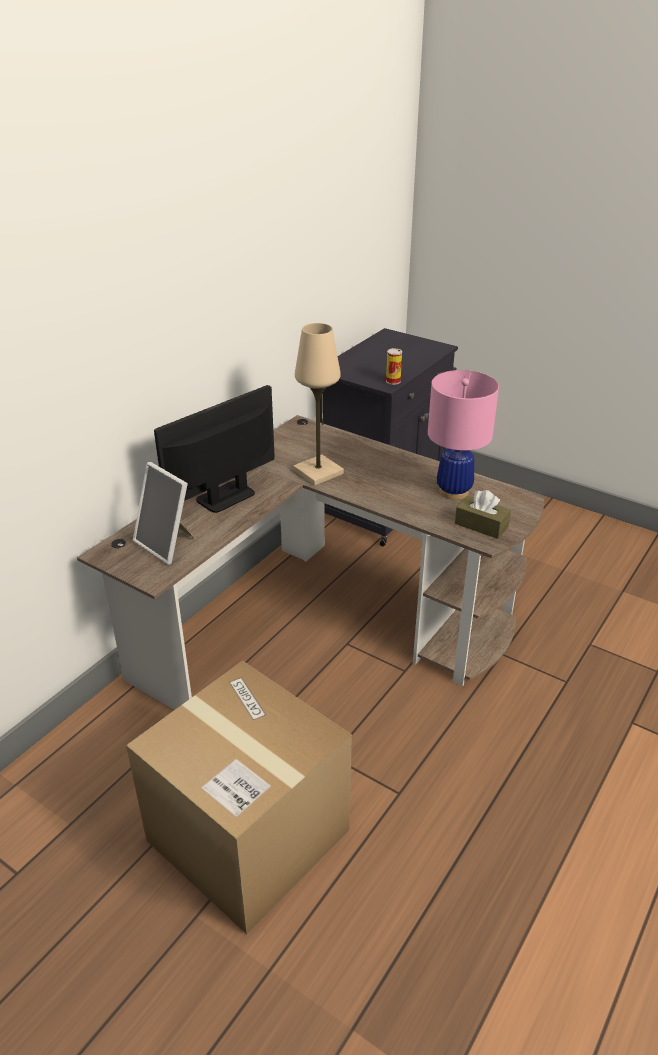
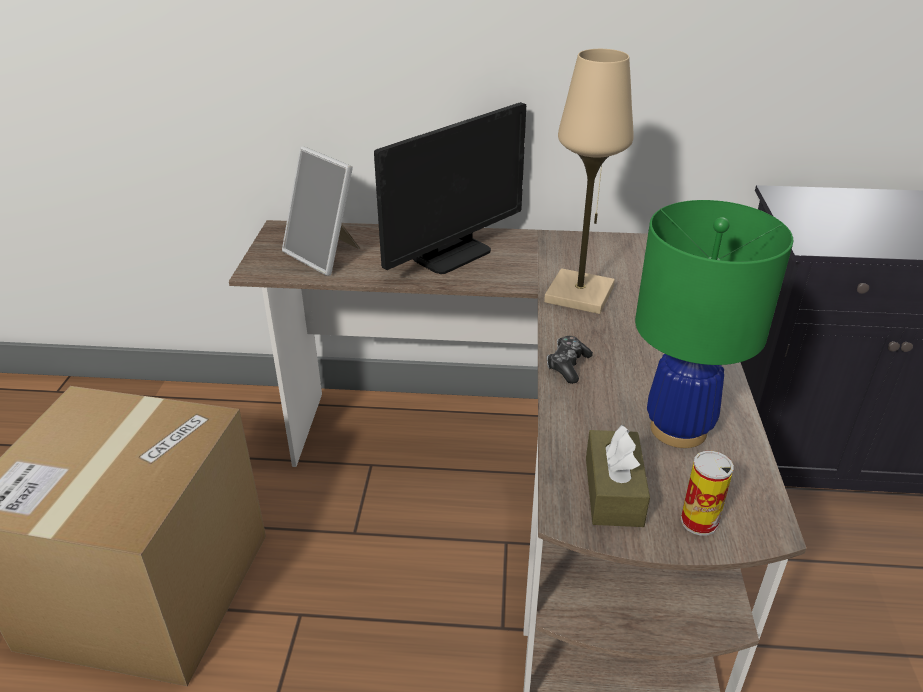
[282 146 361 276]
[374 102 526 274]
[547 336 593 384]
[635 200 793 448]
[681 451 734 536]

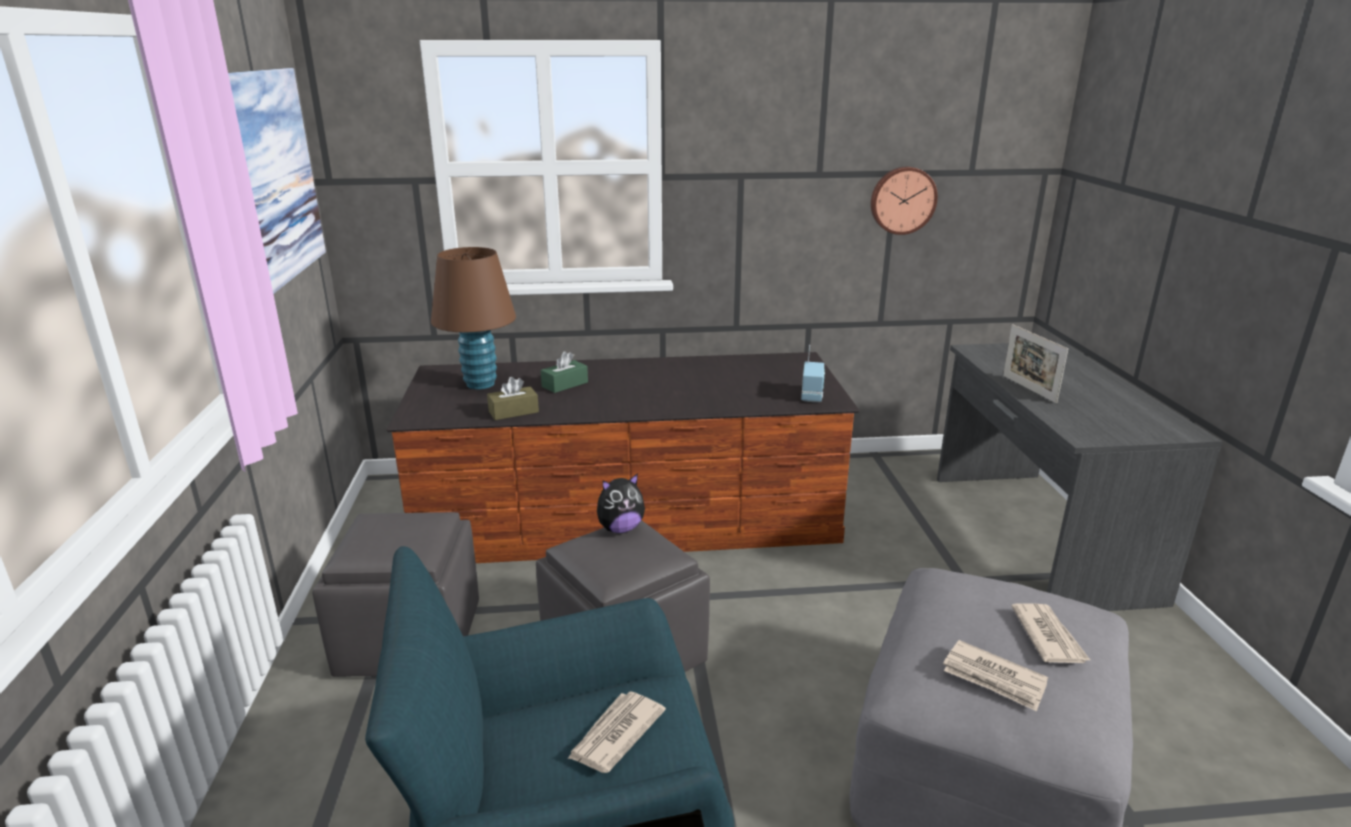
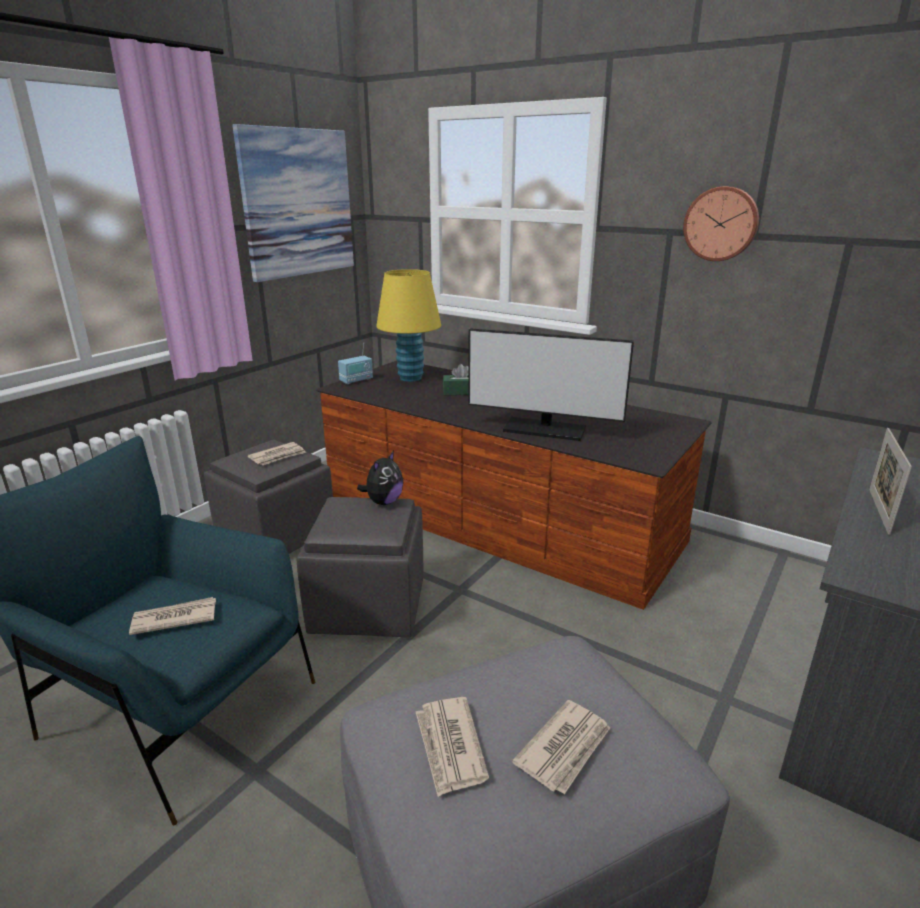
[247 442 306 465]
[338 342 373 384]
[357 451 403 505]
[376 269 441 382]
[468 328 634 441]
[683 186 759 261]
[487 377 539 420] (first image)

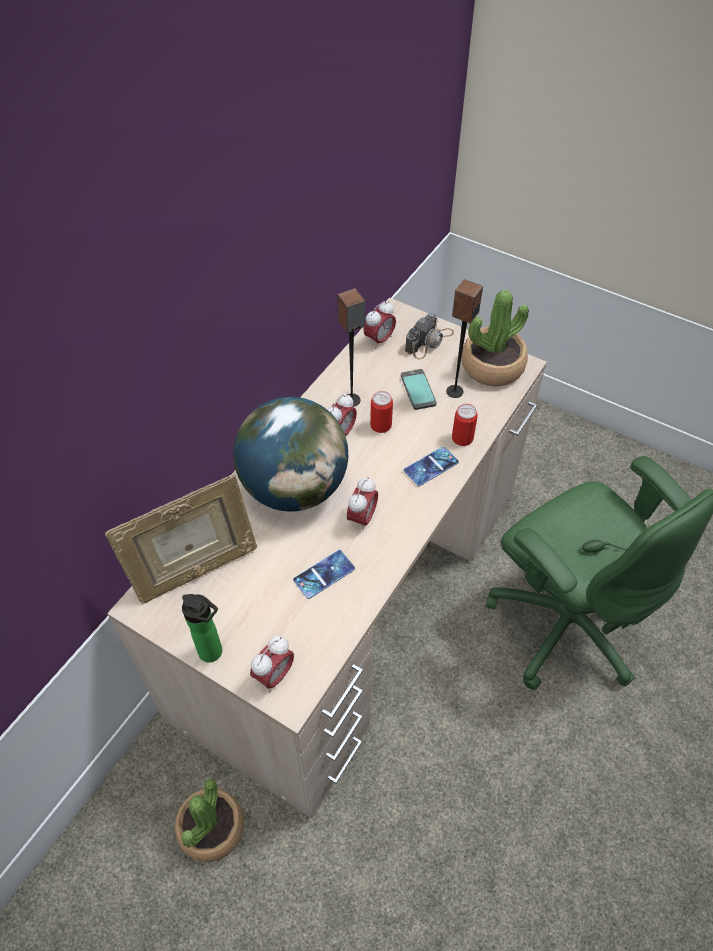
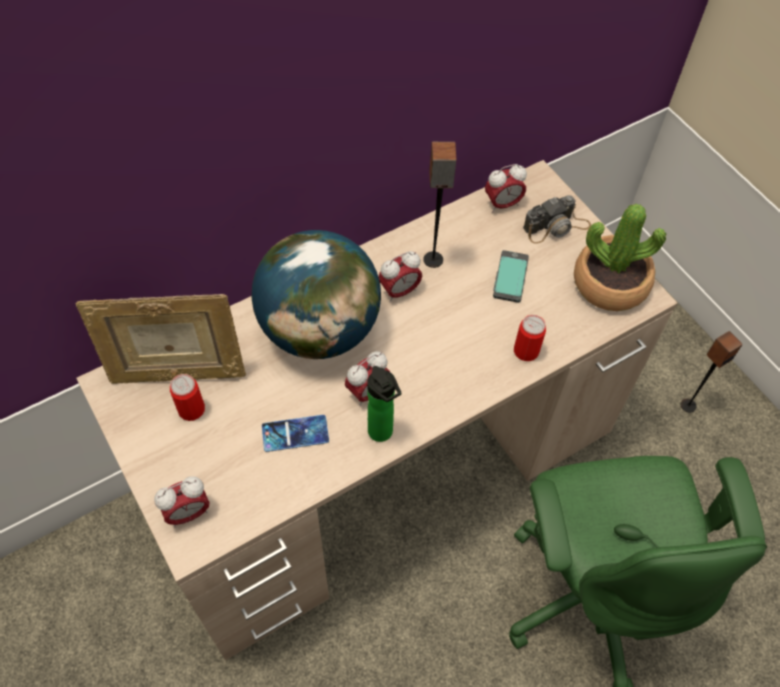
[170 374 205 421]
[367 366 401 442]
[681 331 743 413]
[175 778 244 862] (first image)
[404 446 459 486] (first image)

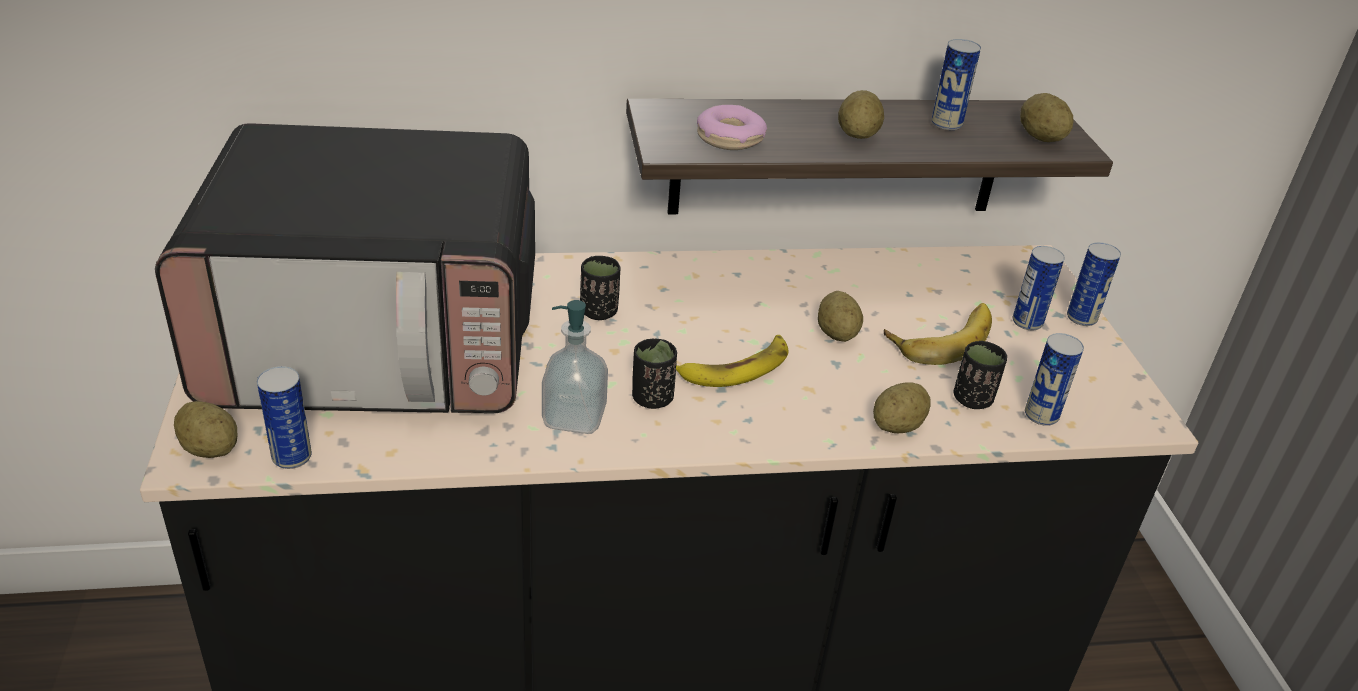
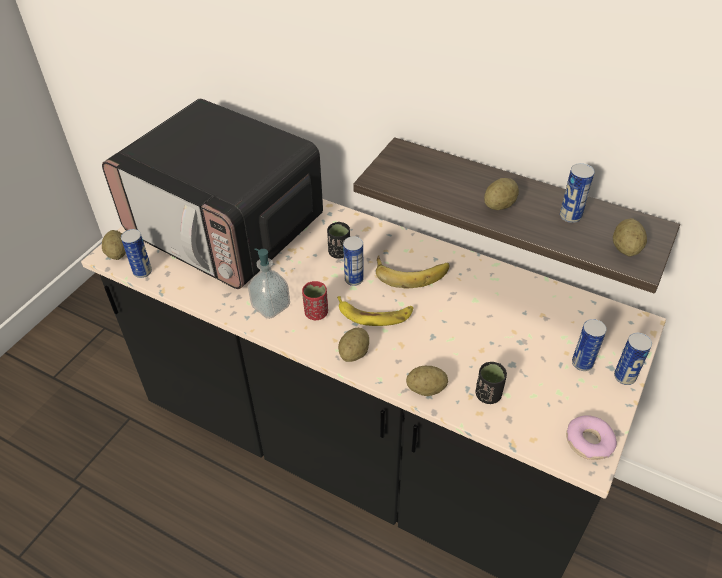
[302 281 328 320]
[338 328 369 362]
[343 236 364 286]
[376 255 449 288]
[566 415 617 460]

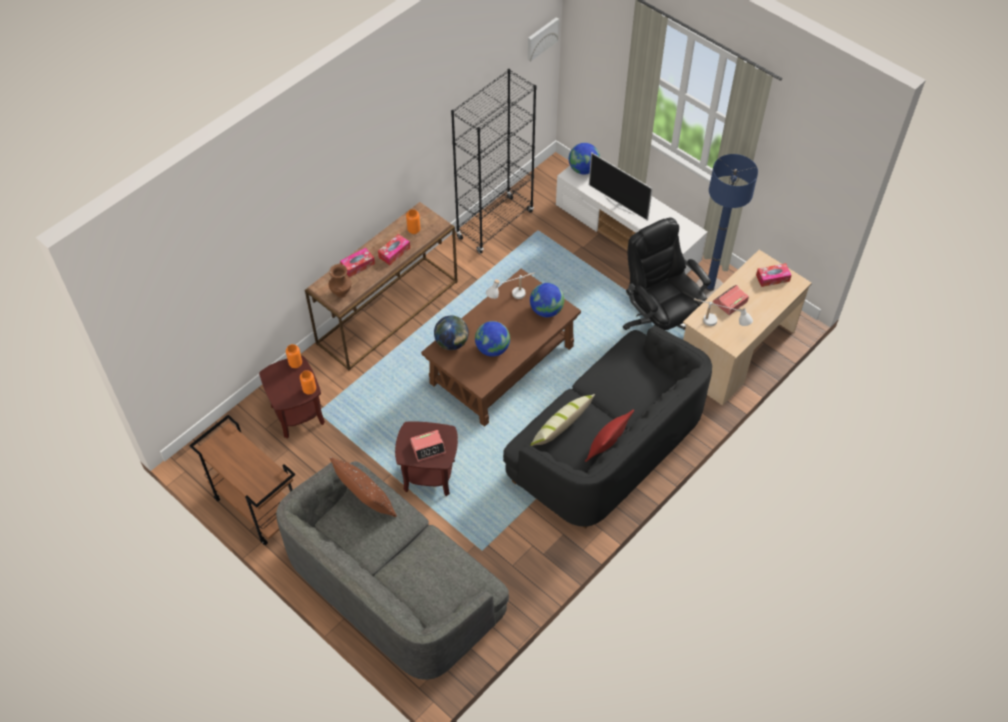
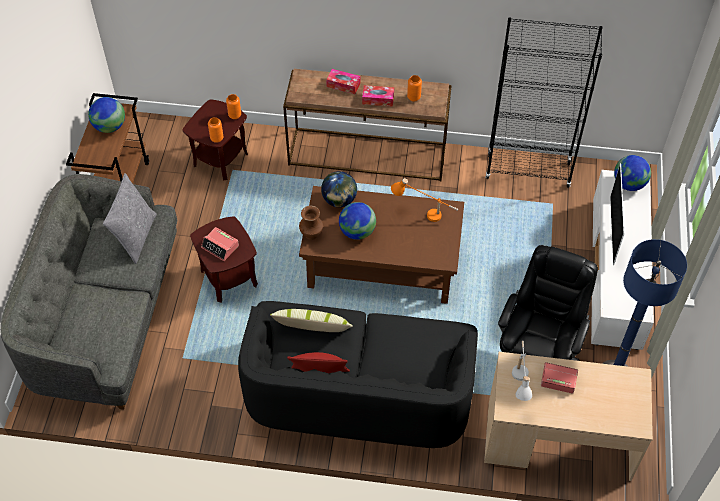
[88 97 125 133]
[103 173 157 264]
[299 206 323 240]
[391 178 458 222]
[528 17 559 62] (first image)
[756 263 792 287] (first image)

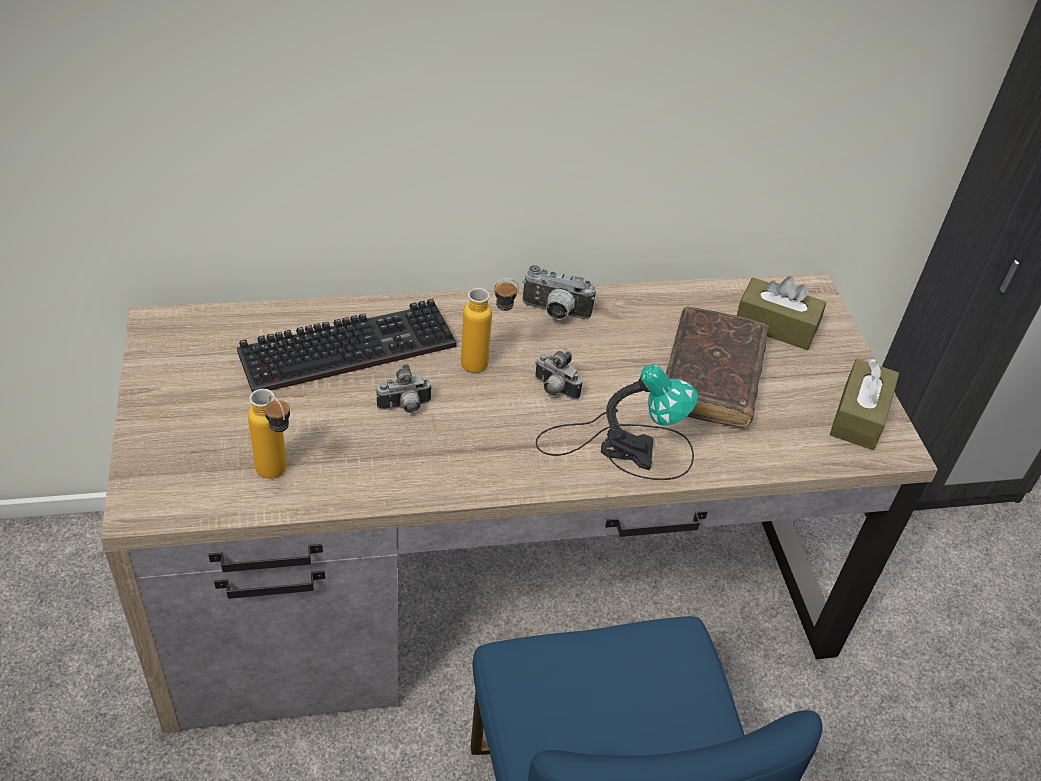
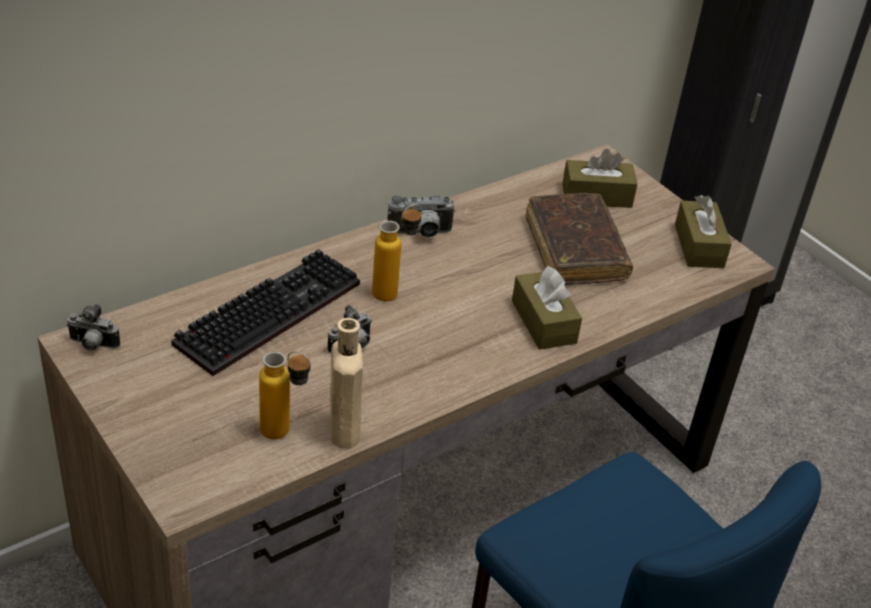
[66 304 120 351]
[330 318 363 448]
[512 266 582 350]

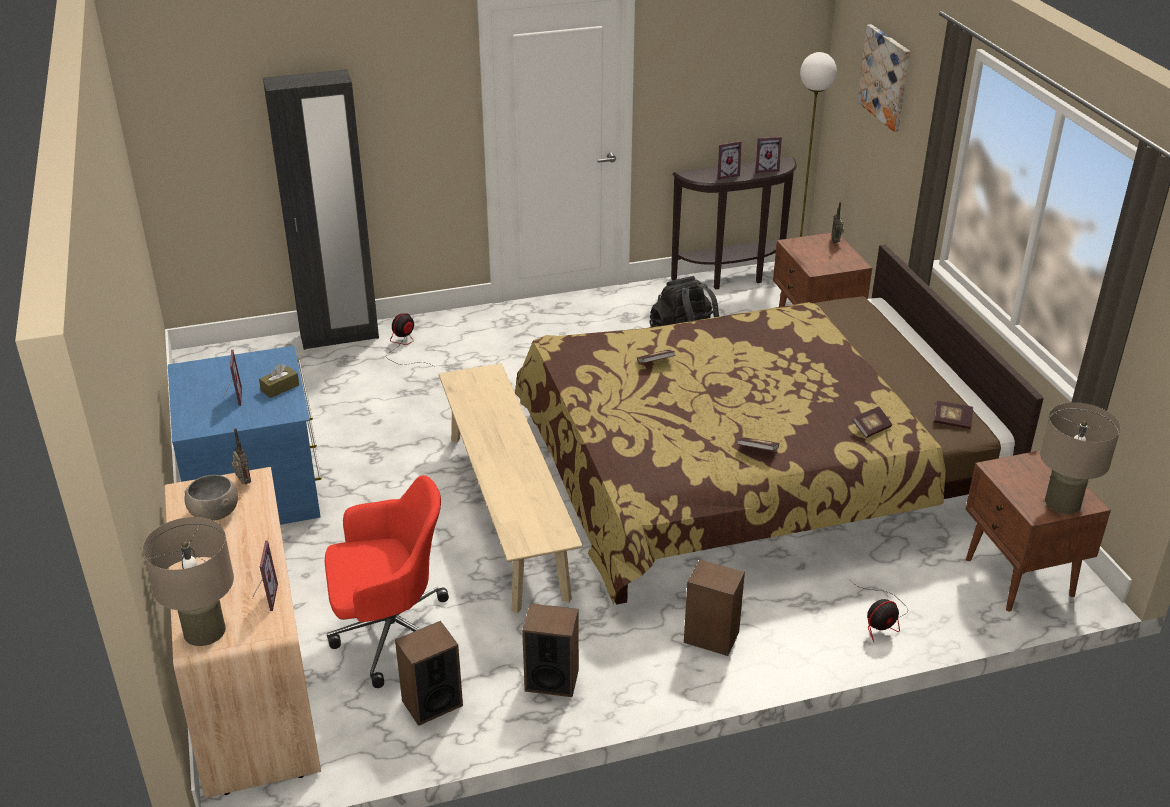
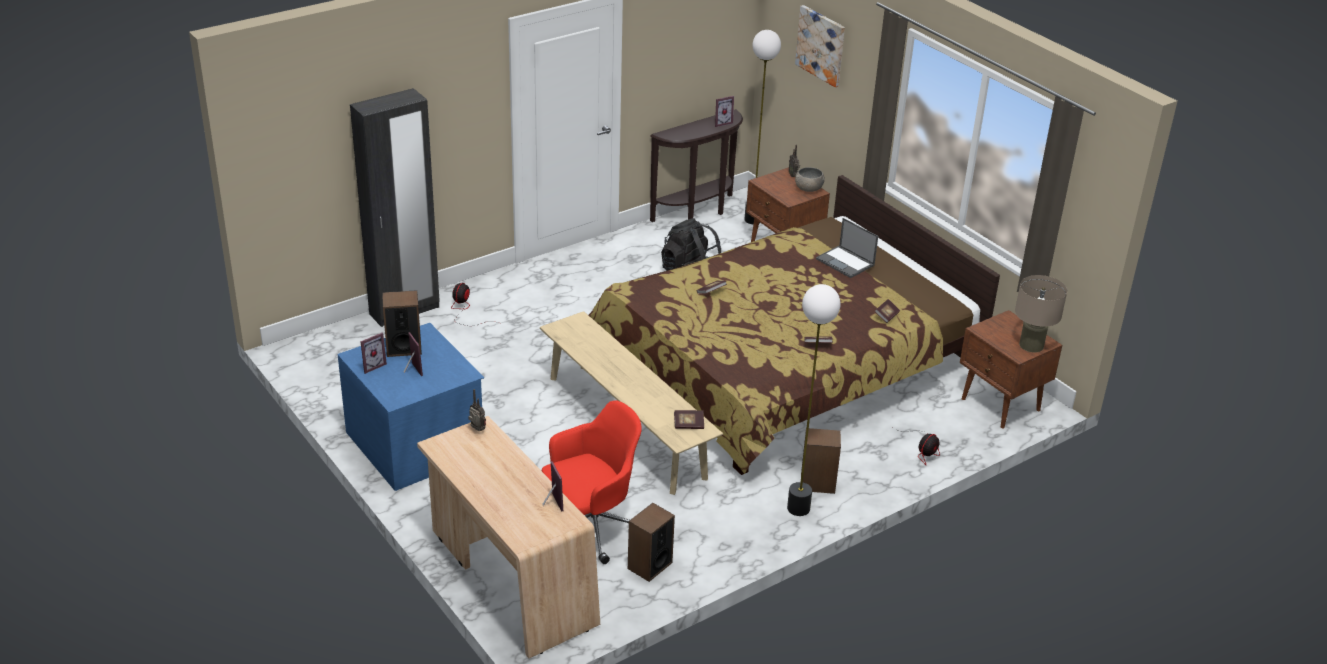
[360 333 387 374]
[382 290 422 357]
[674 410 704 429]
[787 284 840 516]
[795 167 825 192]
[816 218 878 278]
[142 517 234 646] (first image)
[259 364 299 398] (first image)

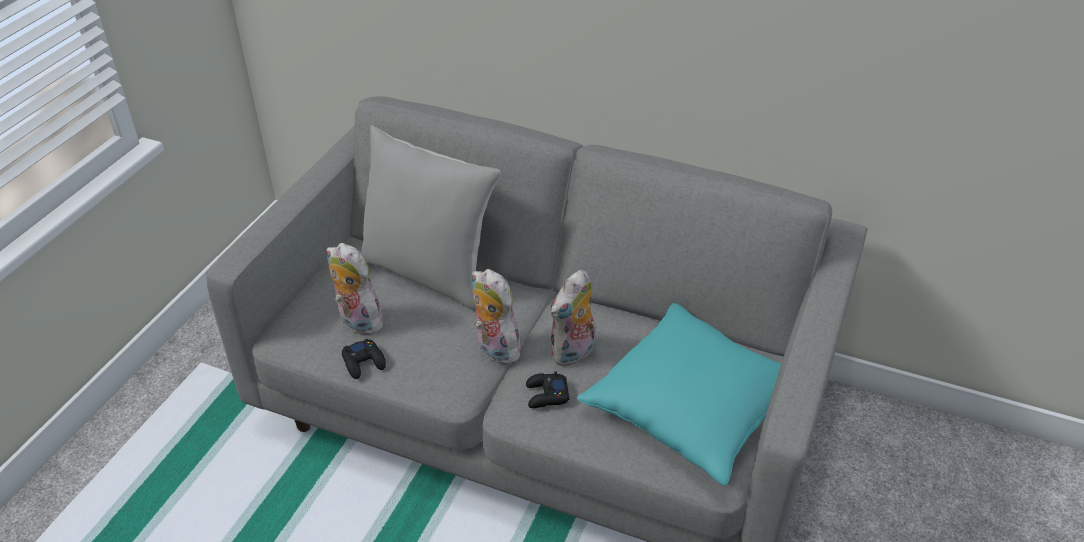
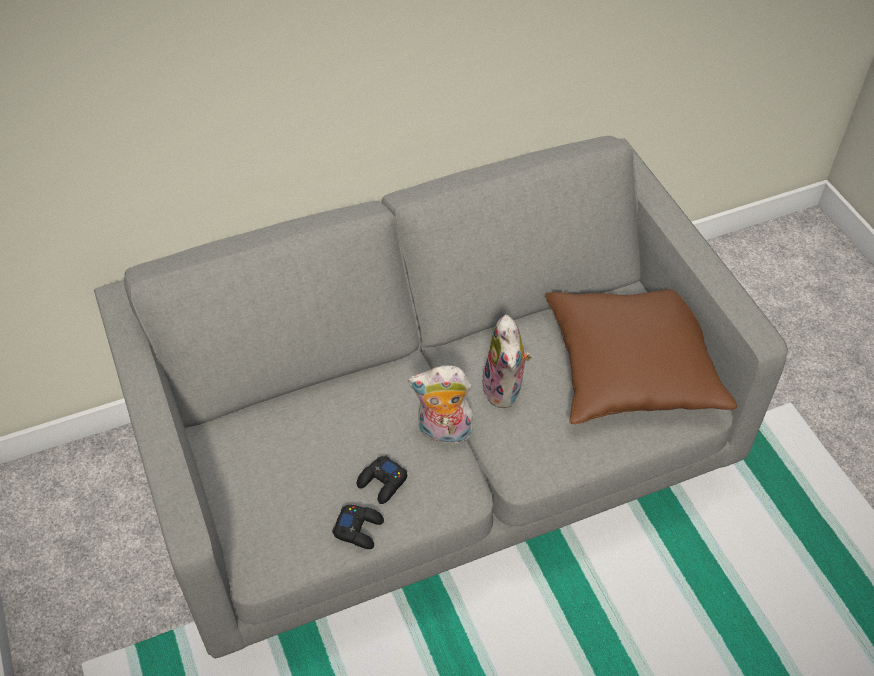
[357 456 407 504]
[545 289 737 424]
[327 243 384 335] (first image)
[361 125 501 311] (first image)

